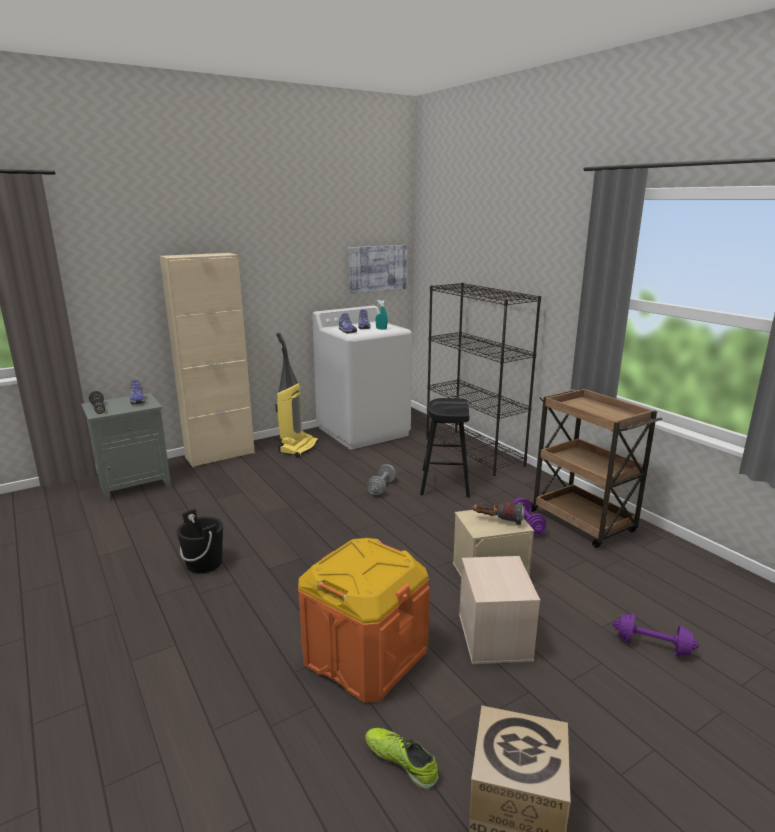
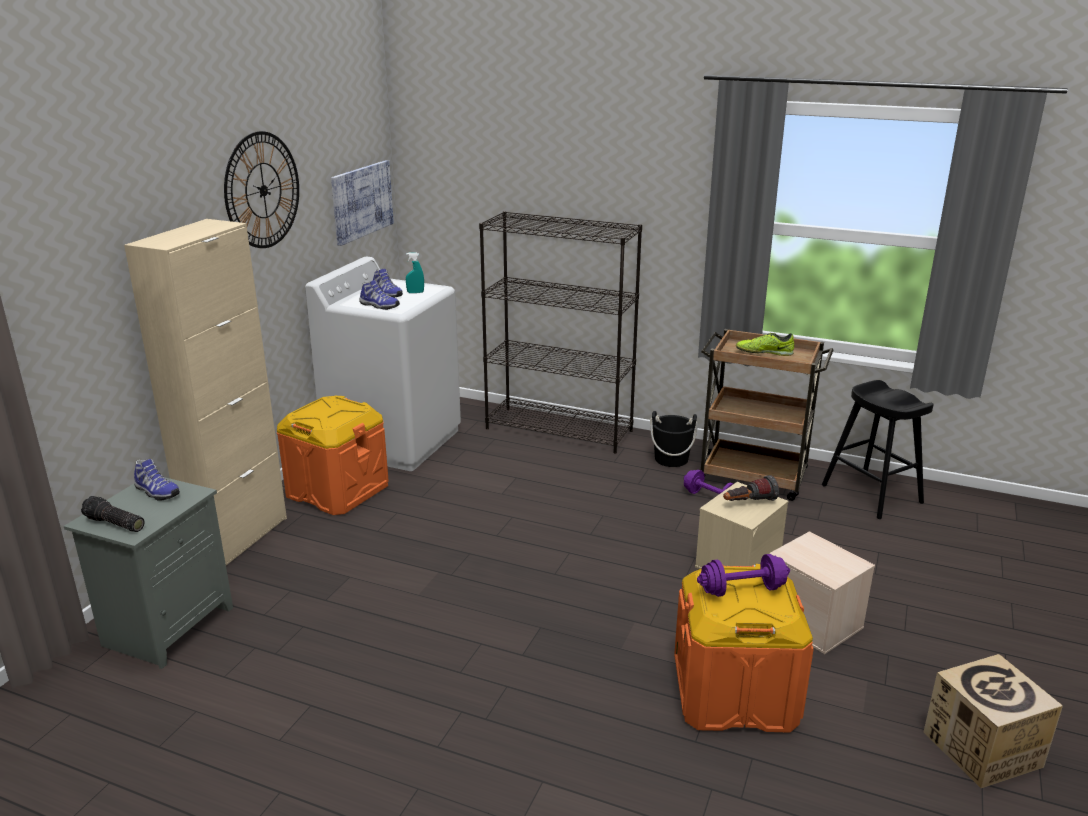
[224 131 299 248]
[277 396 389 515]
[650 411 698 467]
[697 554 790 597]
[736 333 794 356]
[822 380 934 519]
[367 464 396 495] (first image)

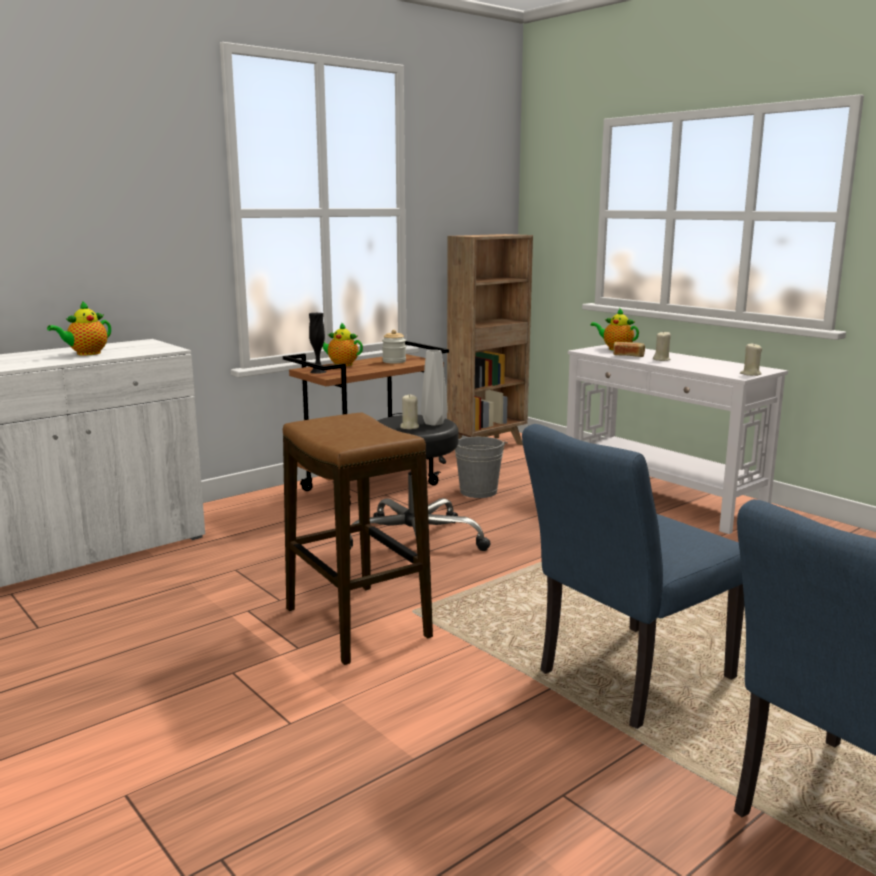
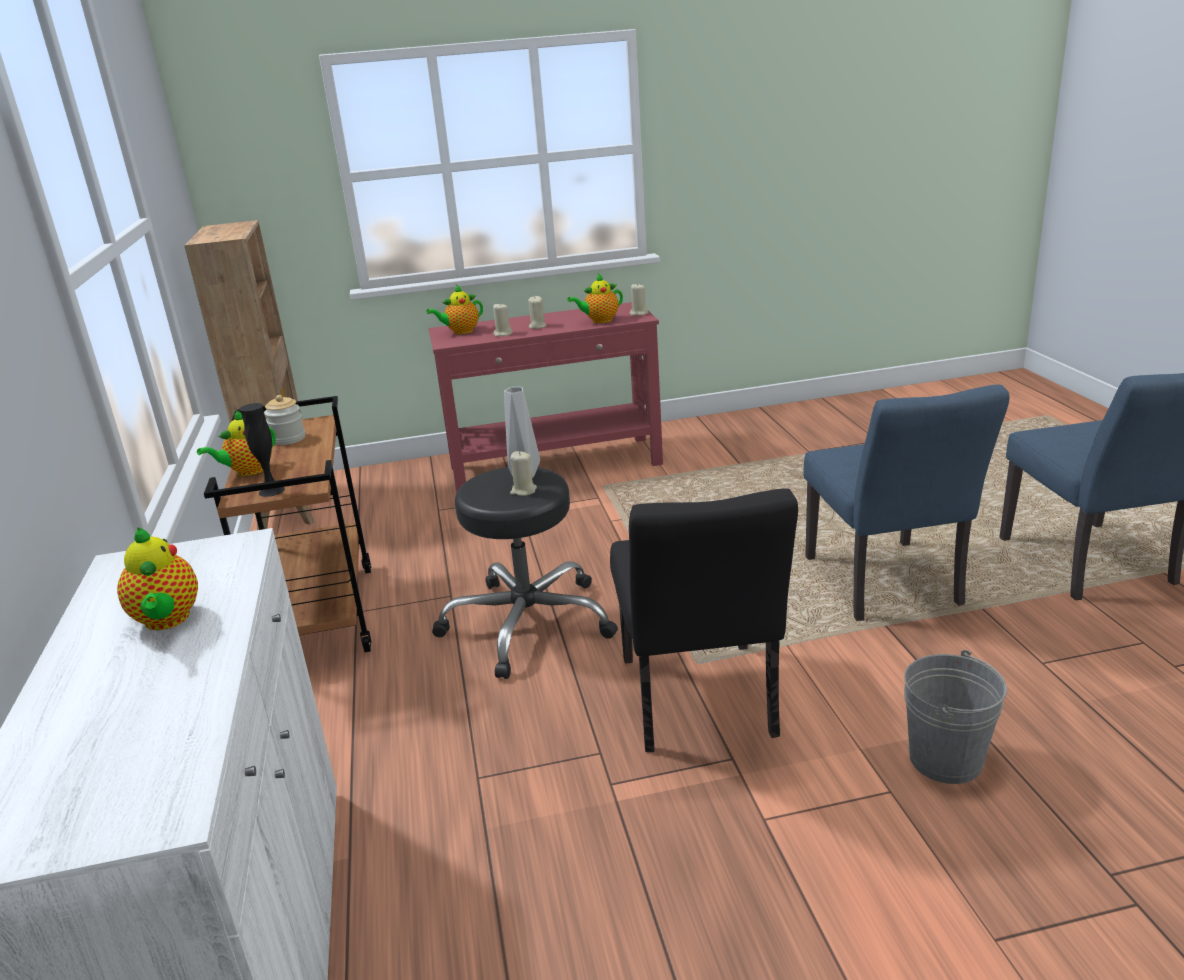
[429 302 663 493]
[493 304 513 337]
[567 274 623 323]
[610 488 798 752]
[904 650 1007 784]

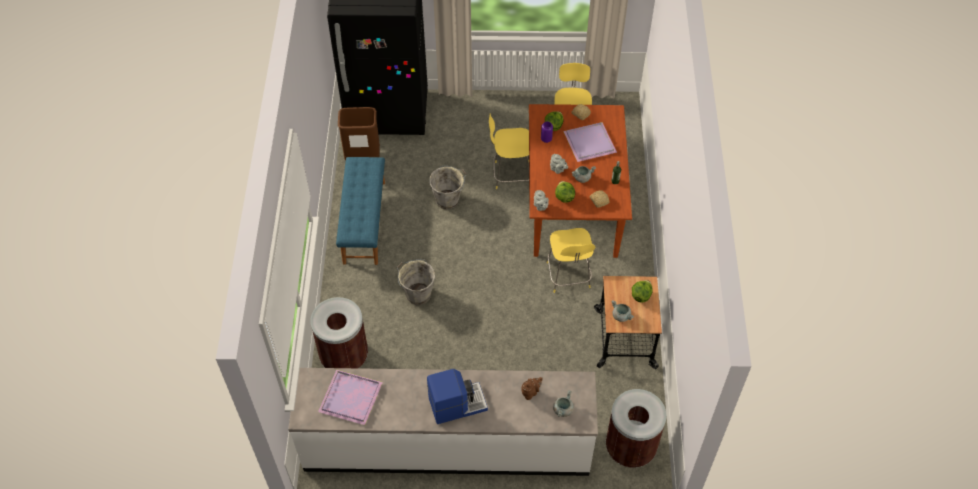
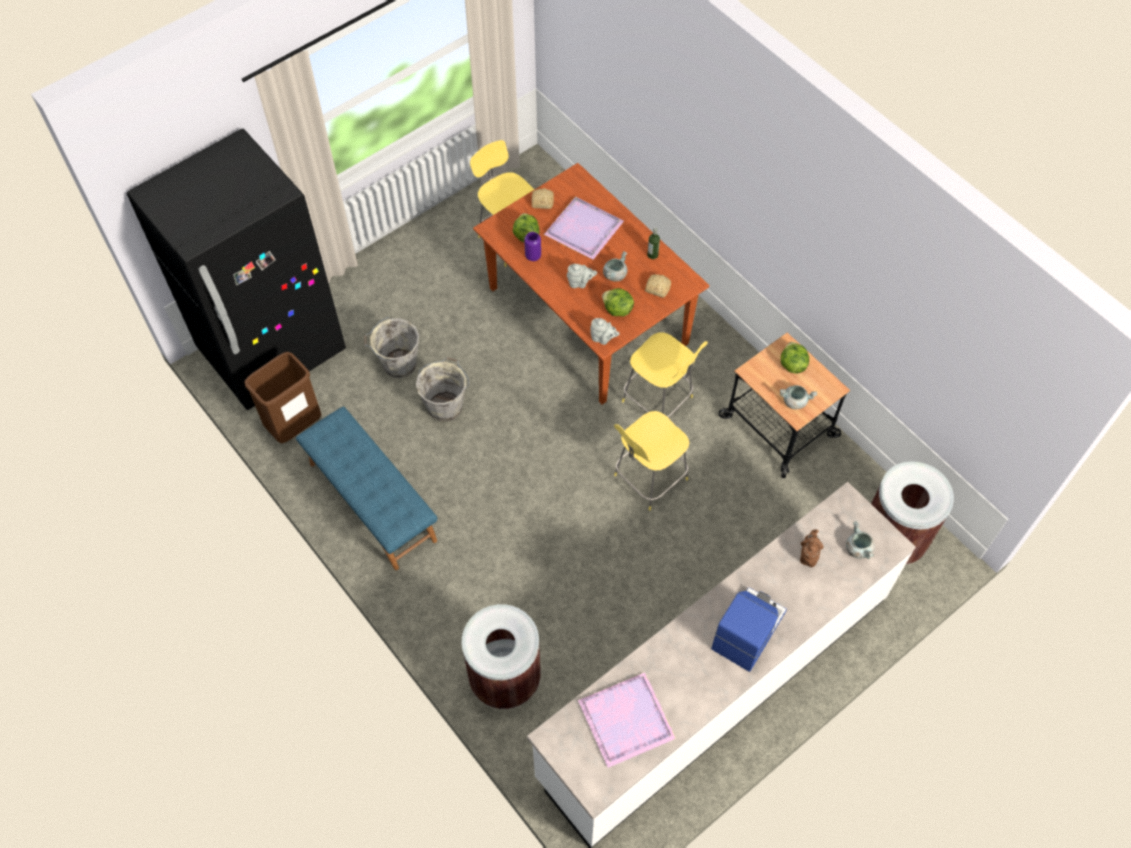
[364 317 419 378]
[614 411 690 510]

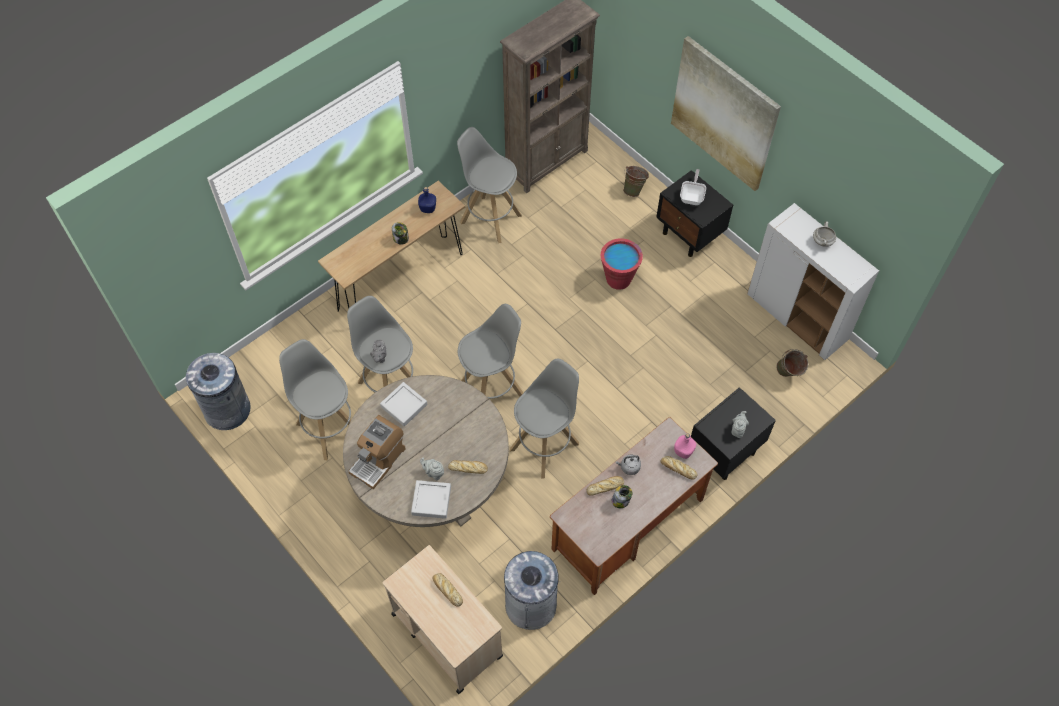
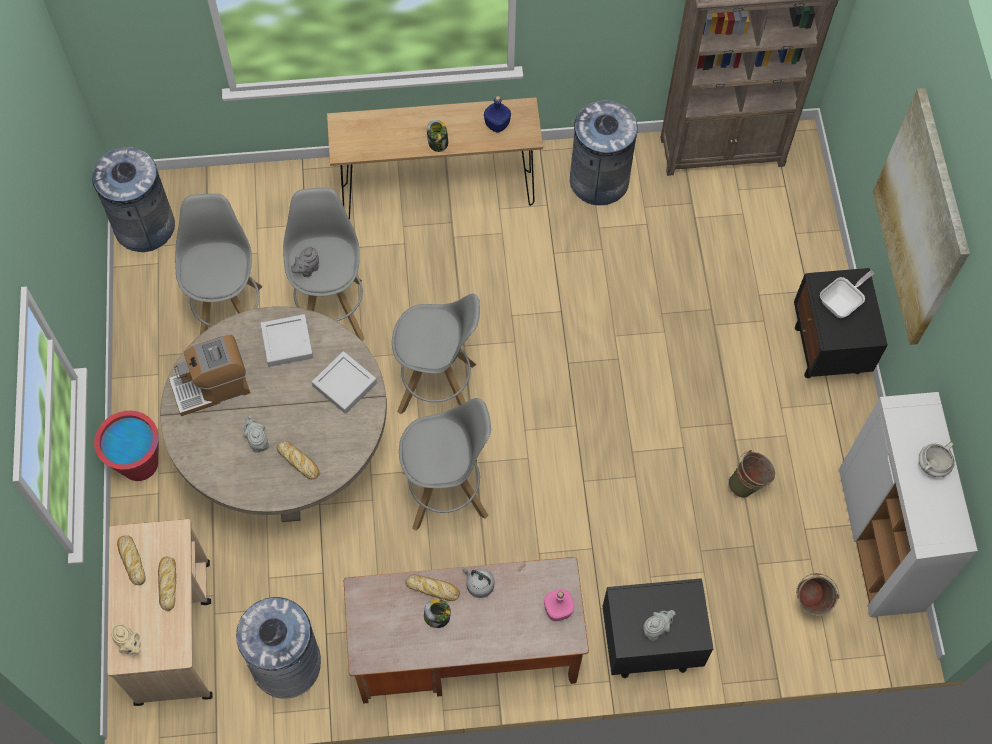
[94 411 159 481]
[111 624 140 654]
[117 535 146 585]
[312 351 377 414]
[570 100 638 205]
[728 450 775 498]

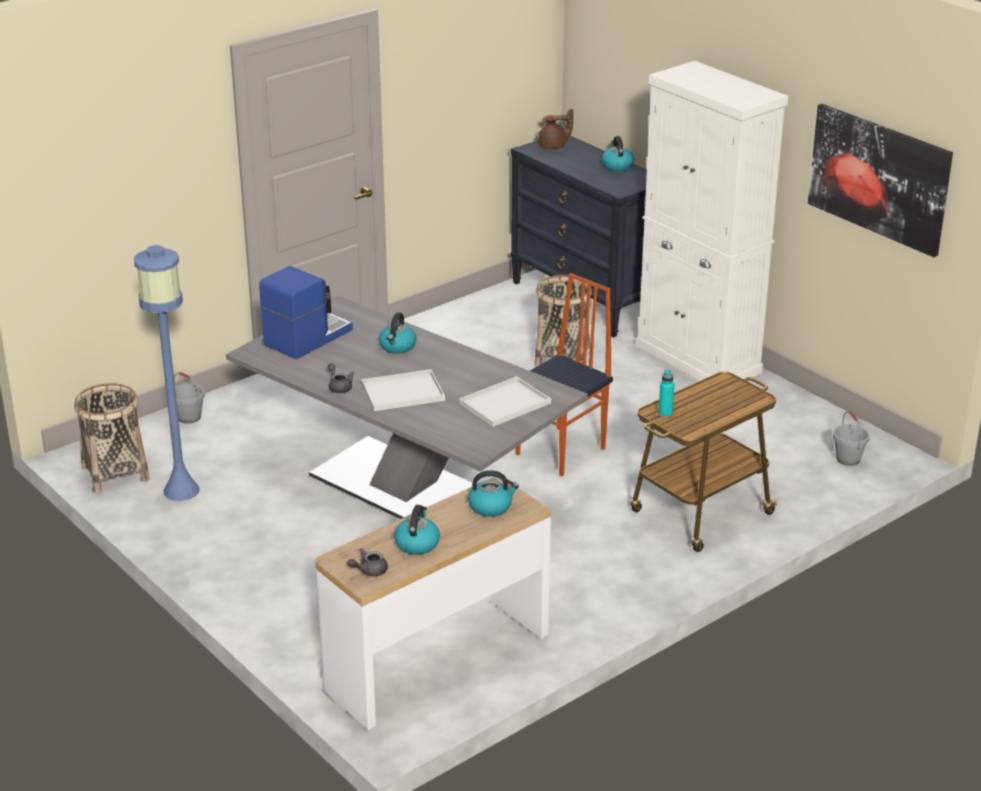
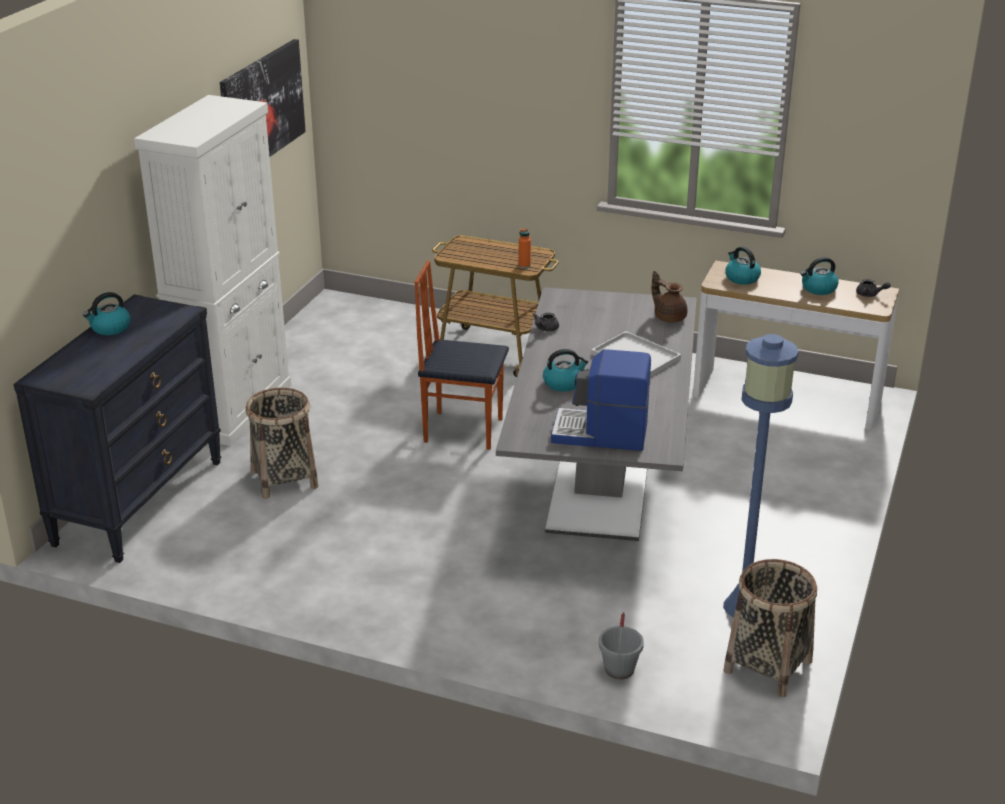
[519 228 531 268]
[532 313 559 331]
[652 271 688 323]
[459 376 551 427] (first image)
[833 411 870 466] (first image)

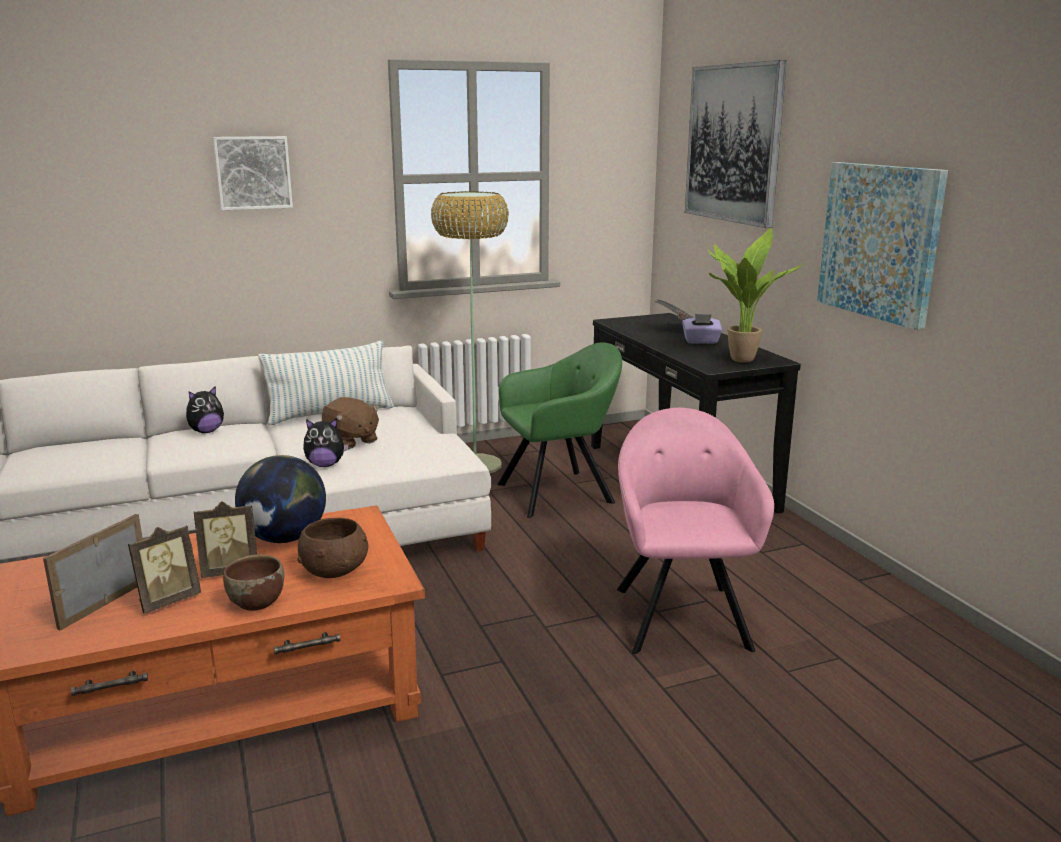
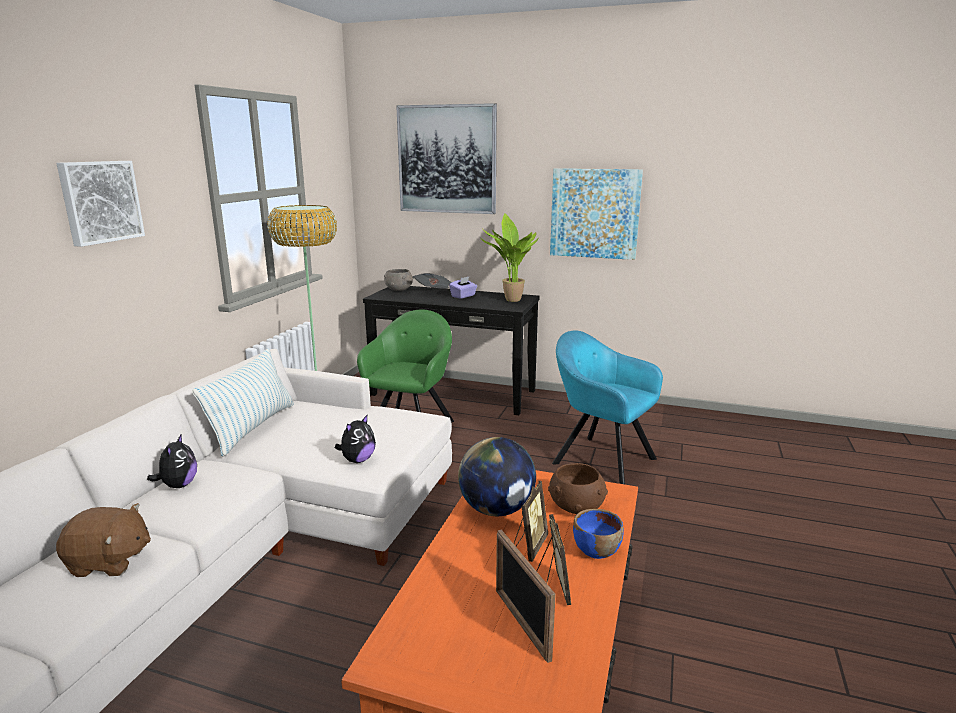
[56 503 151 577]
[384 269 413 291]
[552 331 663 484]
[573 509 624 559]

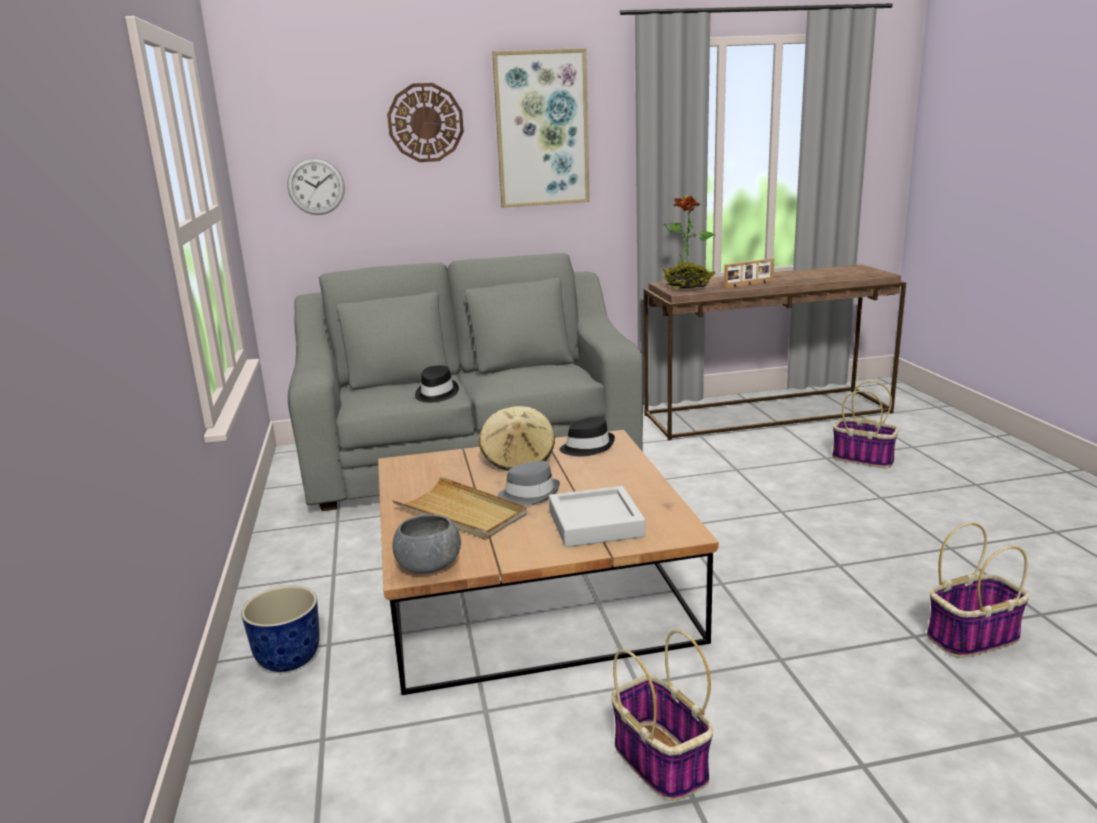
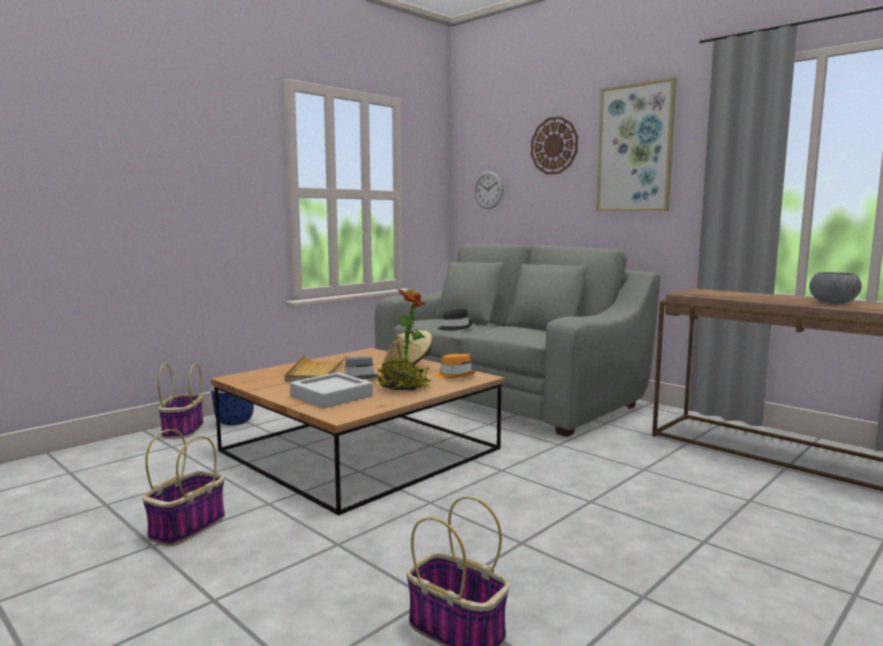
[158 363 203 439]
[376 289 432 391]
[434 354 476 378]
[809 272 862 304]
[724 258 774 288] (first image)

